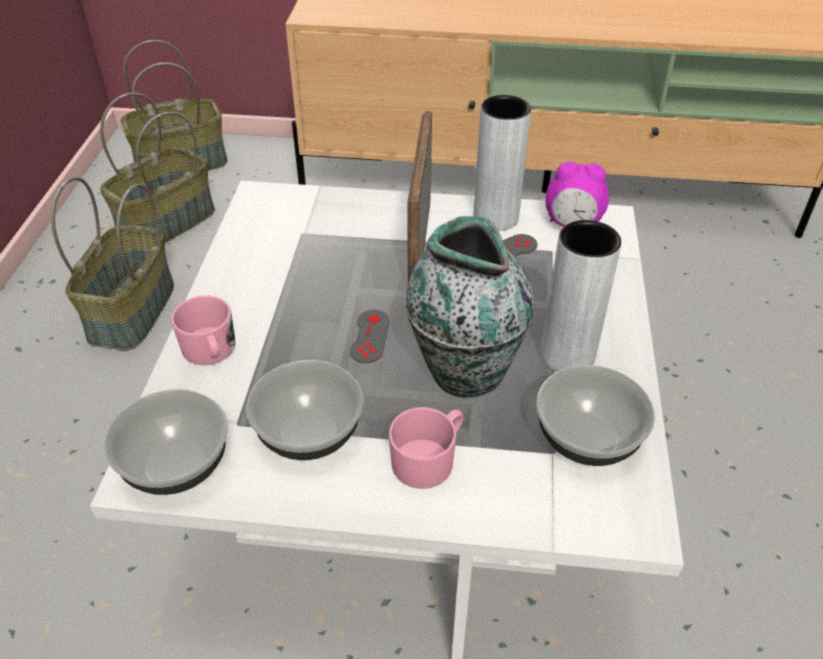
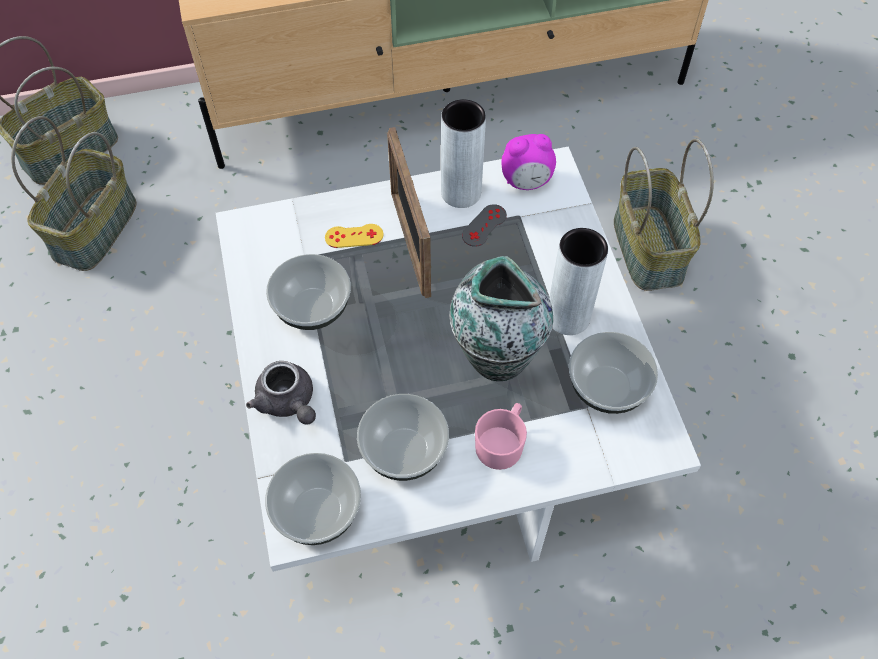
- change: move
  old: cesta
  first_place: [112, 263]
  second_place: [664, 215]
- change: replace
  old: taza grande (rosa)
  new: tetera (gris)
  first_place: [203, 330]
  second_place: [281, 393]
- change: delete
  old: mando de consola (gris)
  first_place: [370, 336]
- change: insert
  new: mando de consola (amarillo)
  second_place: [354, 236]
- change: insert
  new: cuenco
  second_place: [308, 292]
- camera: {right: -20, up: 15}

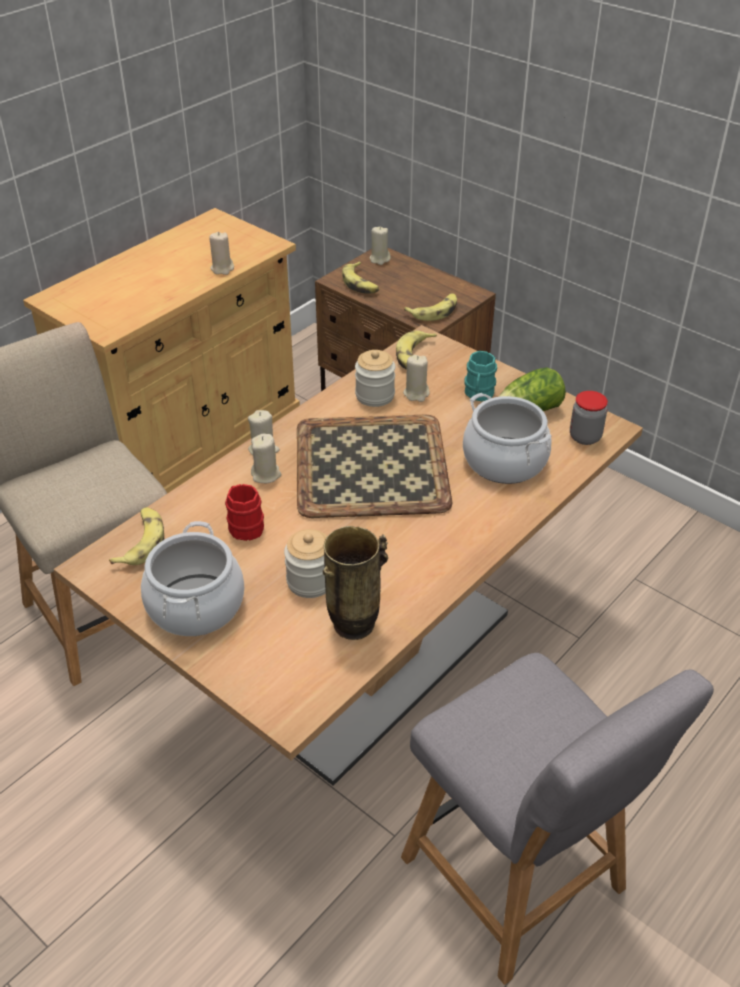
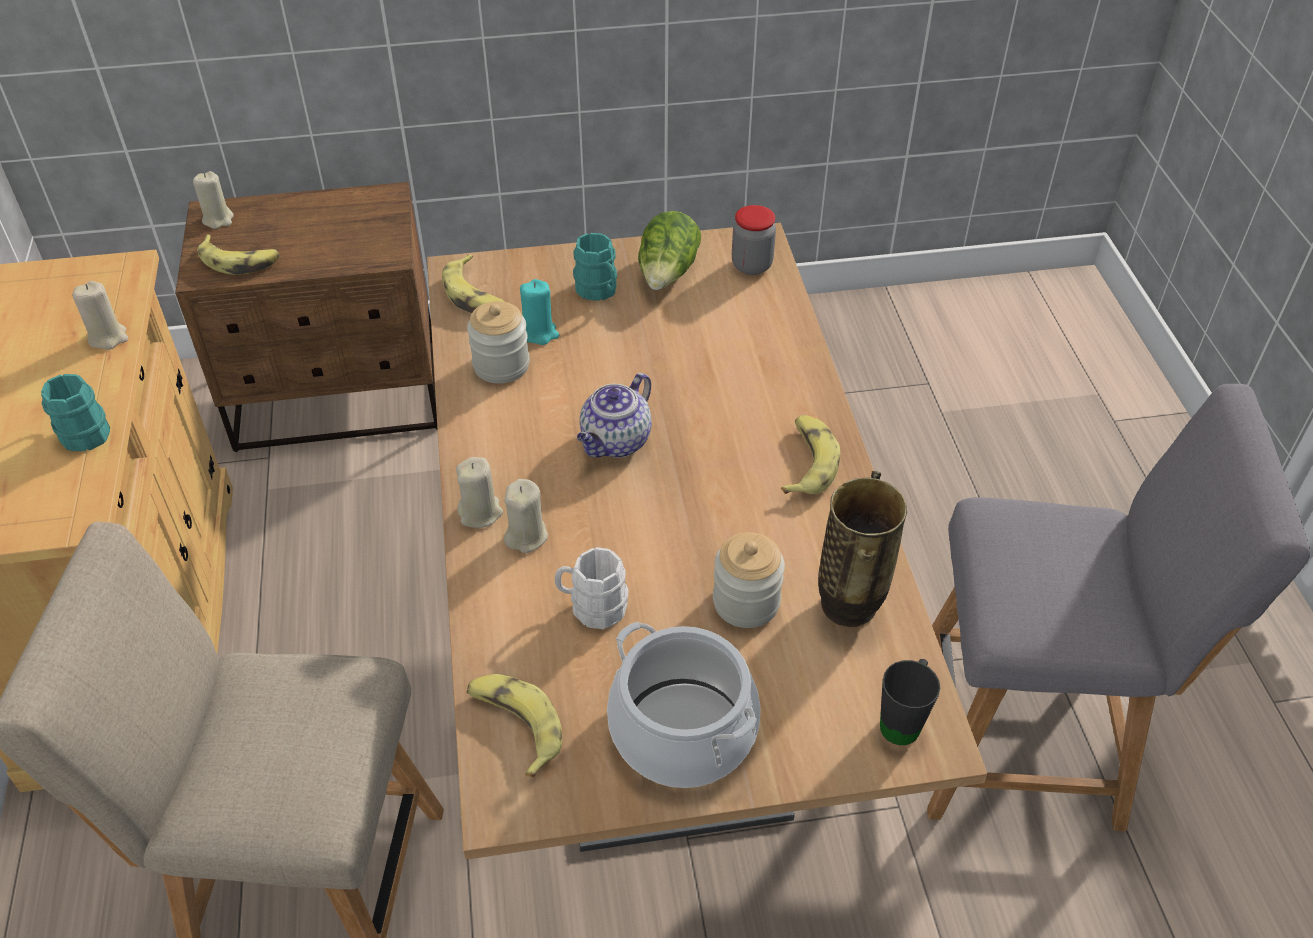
- change: move
  old: plátano
  first_place: [430, 307]
  second_place: [810, 454]
- change: recolor
  old: vela (beis)
  new: vela (turquesa)
  first_place: [416, 378]
  second_place: [539, 312]
- change: delete
  old: olla
  first_place: [507, 438]
- change: replace
  old: bandeja
  new: tetera
  first_place: [374, 466]
  second_place: [614, 415]
- change: recolor
  old: taza grande (rojo)
  new: taza grande (blanco)
  first_place: [244, 512]
  second_place: [592, 588]
- change: insert
  new: taza grande (turquesa)
  second_place: [75, 412]
- change: insert
  new: taza grande (negro)
  second_place: [910, 702]
- camera: {right: -50, up: 5}

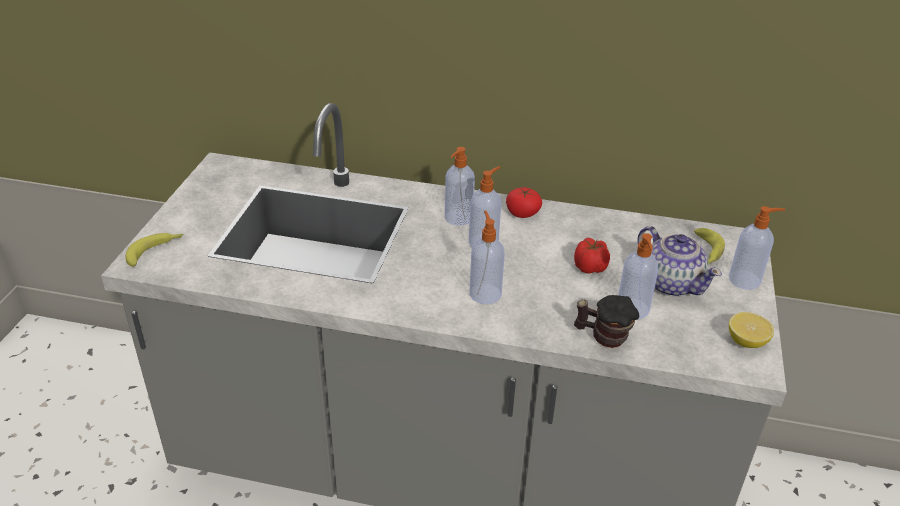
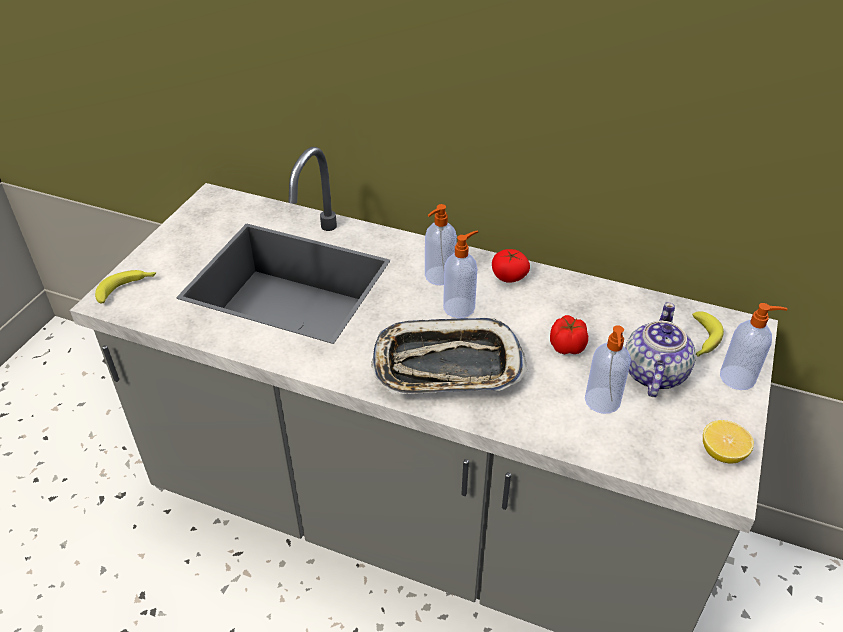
- change: replace
  old: dispensador de jabón
  new: bandeja
  first_place: [487, 257]
  second_place: [449, 356]
- change: rotate
  old: tetera
  first_place: [679, 261]
  second_place: [660, 349]
  degrees: -135
- change: delete
  old: taza grande
  first_place: [606, 321]
- camera: {right: 10, up: 5}

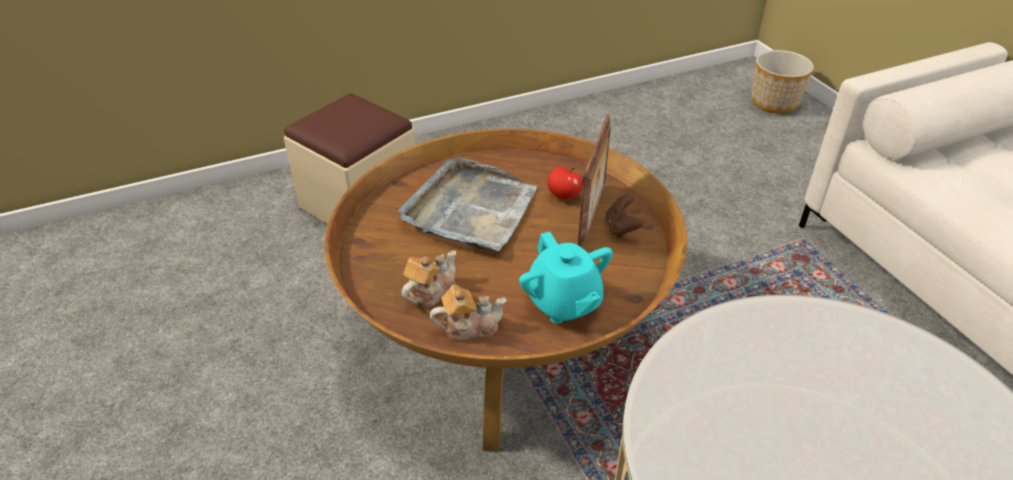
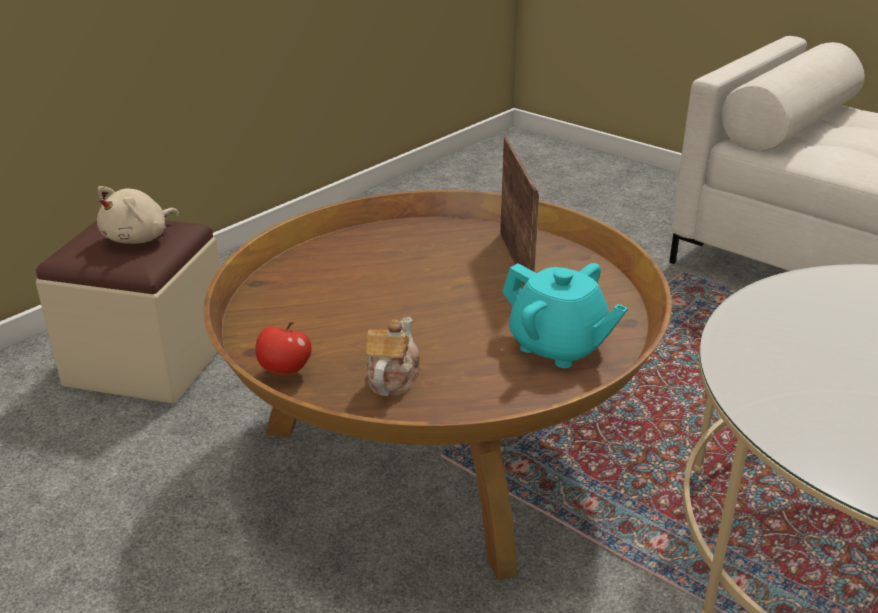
- change: delete
  old: maceta
  first_place: [782, 82]
- change: delete
  old: bandeja (gris)
  first_place: [467, 204]
- change: move
  old: manzana
  first_place: [565, 183]
  second_place: [284, 348]
- change: delete
  old: mando de consola (marrón)
  first_place: [624, 216]
- change: delete
  old: tetera
  first_place: [468, 313]
- change: insert
  new: peluche (beis)
  second_place: [138, 215]
- camera: {right: -25, up: -10}

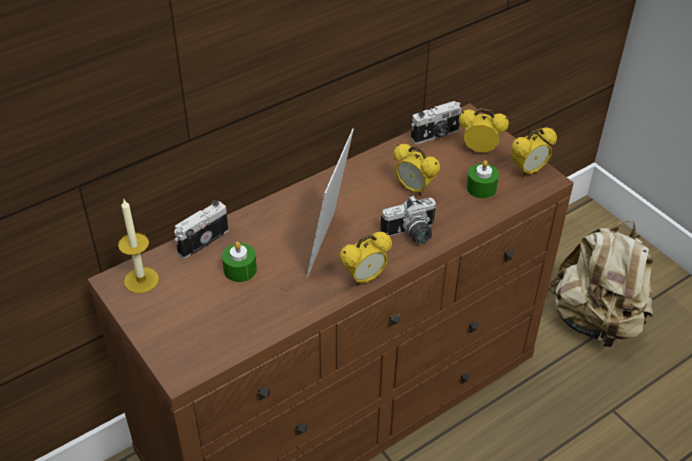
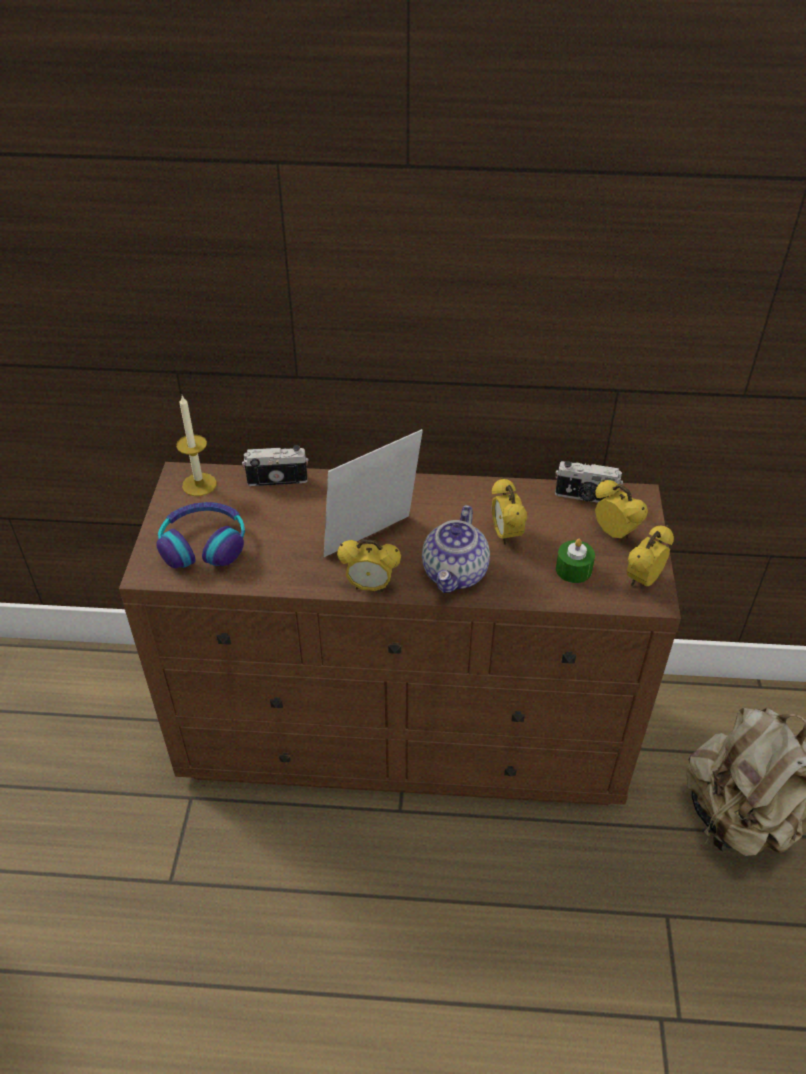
- change: rotate
  old: despertador
  first_place: [534, 152]
  second_place: [650, 555]
  degrees: 120
- change: replace
  old: cámara
  new: tetera
  first_place: [408, 220]
  second_place: [456, 549]
- change: delete
  old: vela (verde)
  first_place: [239, 262]
- change: insert
  new: auriculares
  second_place: [200, 535]
- camera: {right: 40, up: 0}

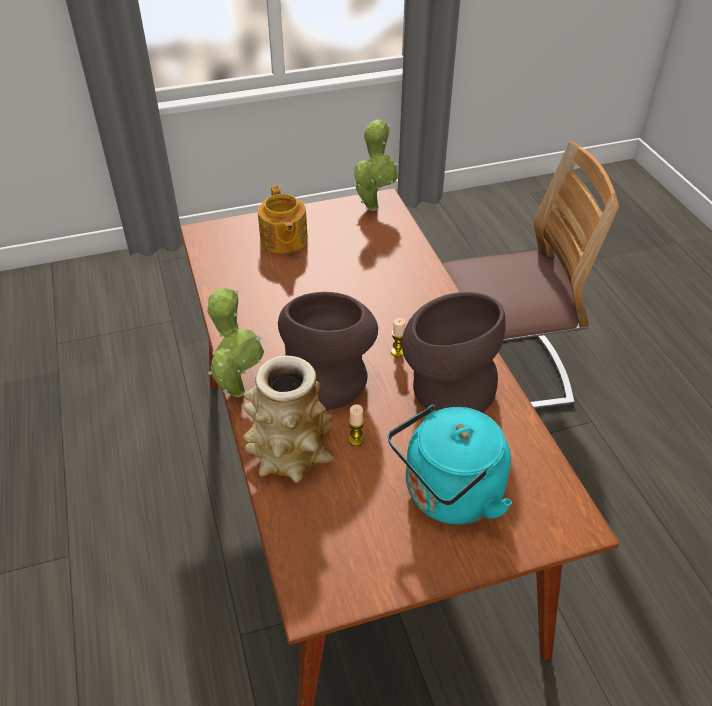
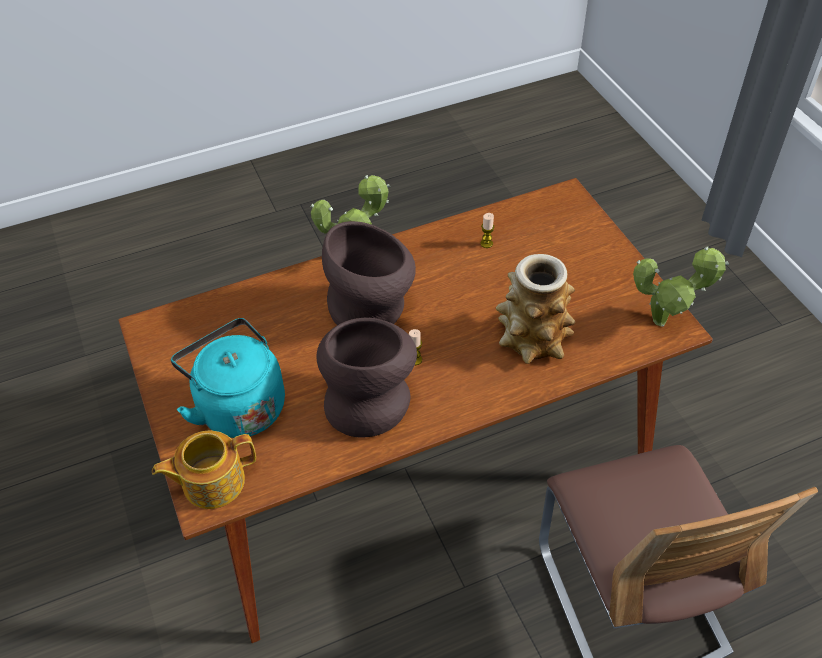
- change: move
  old: tetera
  first_place: [283, 219]
  second_place: [204, 470]
- change: move
  old: florero
  first_place: [288, 419]
  second_place: [535, 309]
- change: move
  old: vela
  first_place: [356, 425]
  second_place: [487, 230]
- camera: {right: 85, up: 5}

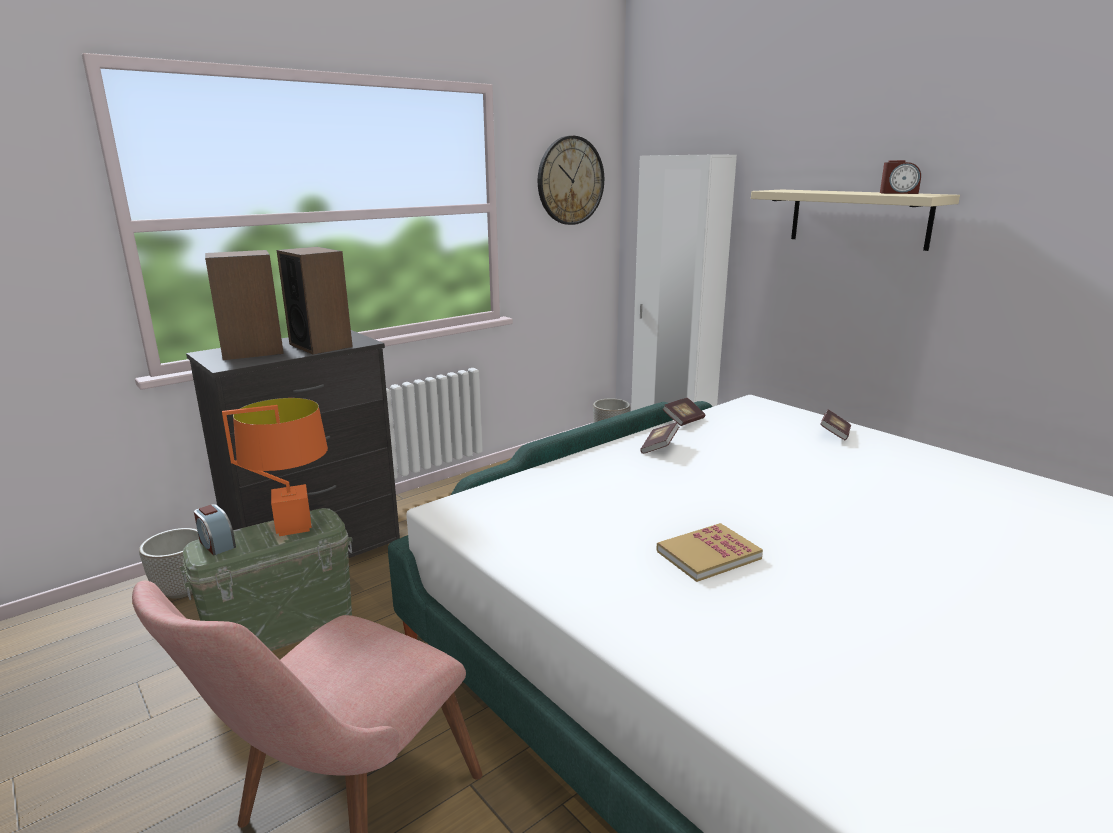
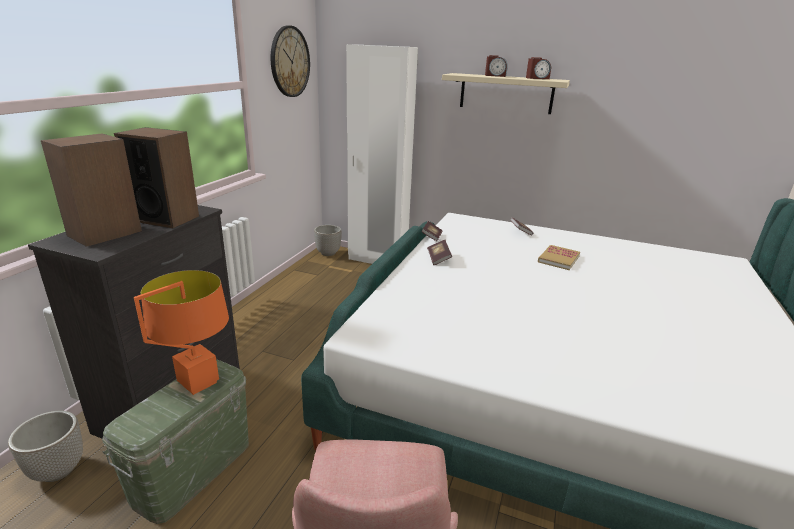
- change: move
  old: despertador
  first_place: [215, 529]
  second_place: [496, 66]
- change: move
  old: libro
  first_place: [709, 552]
  second_place: [559, 257]
- camera: {right: -30, up: 5}

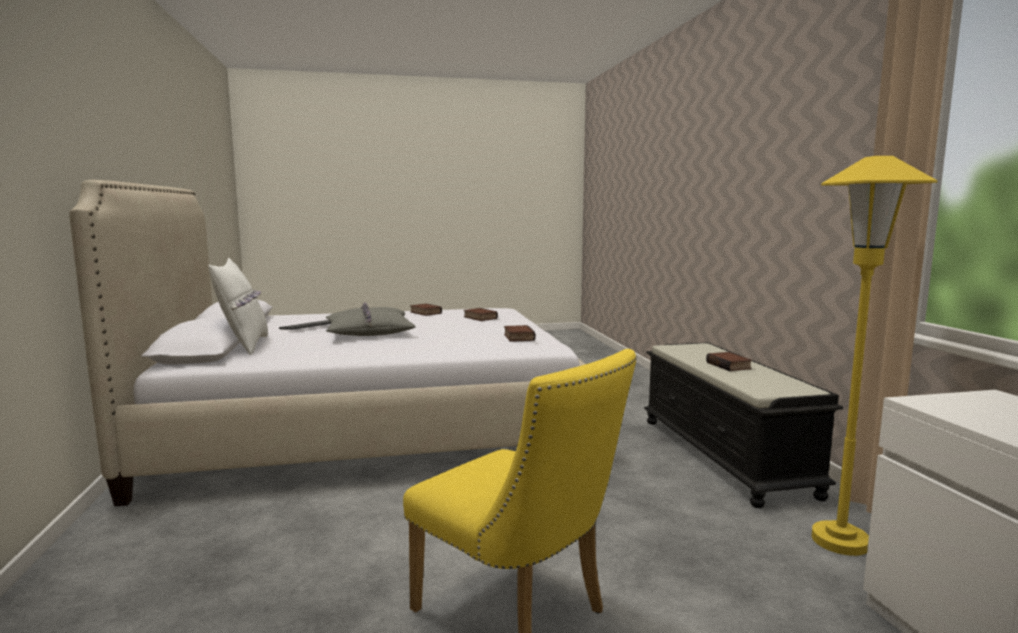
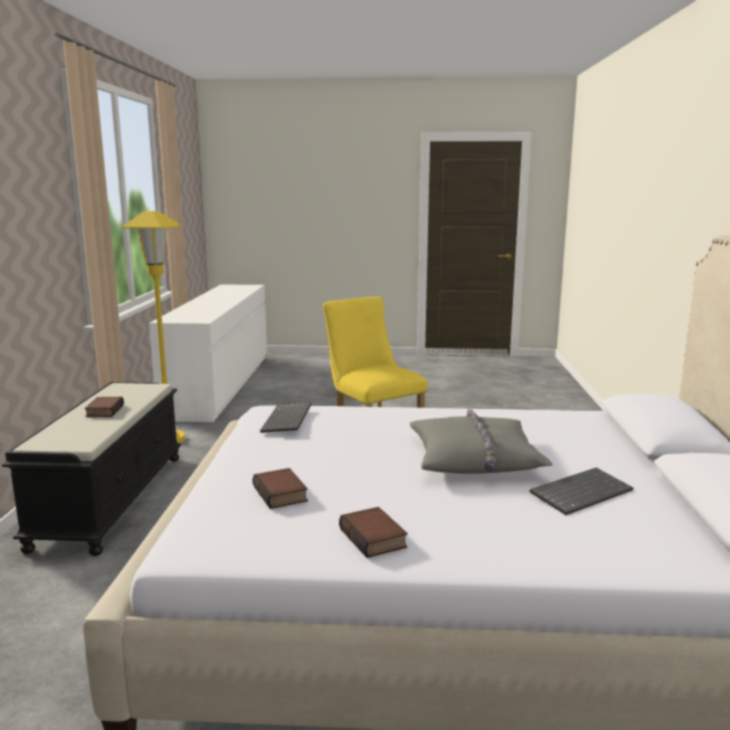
- change: delete
  old: cojín (blanco)
  first_place: [238, 306]
- change: replace
  old: libro
  new: teclado
  first_place: [520, 333]
  second_place: [285, 418]
- camera: {right: -165, up: 5}

